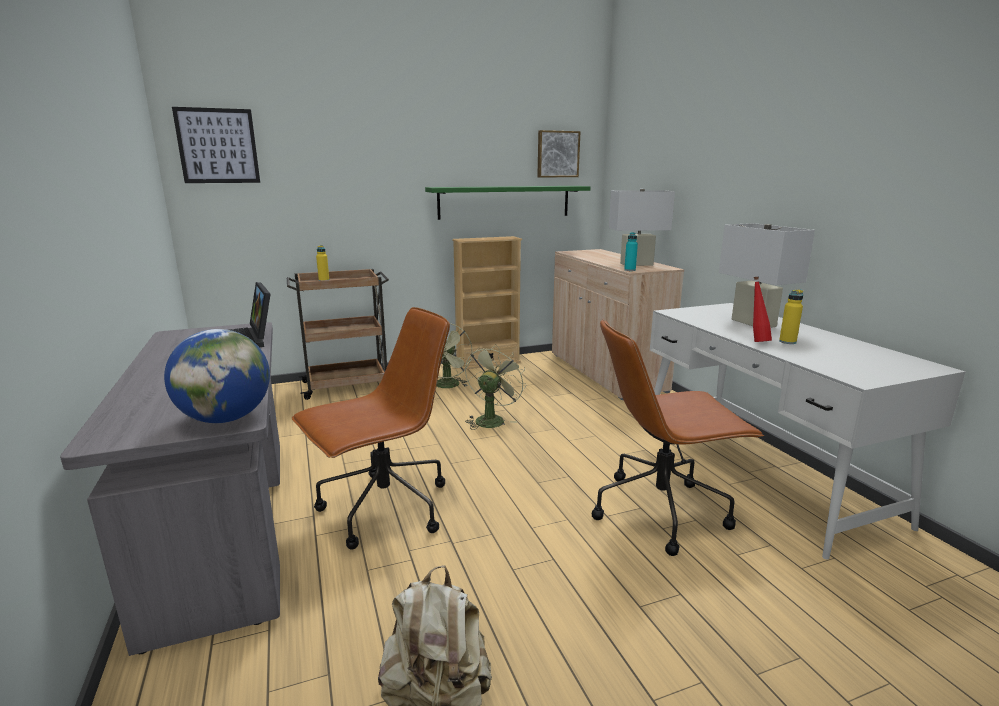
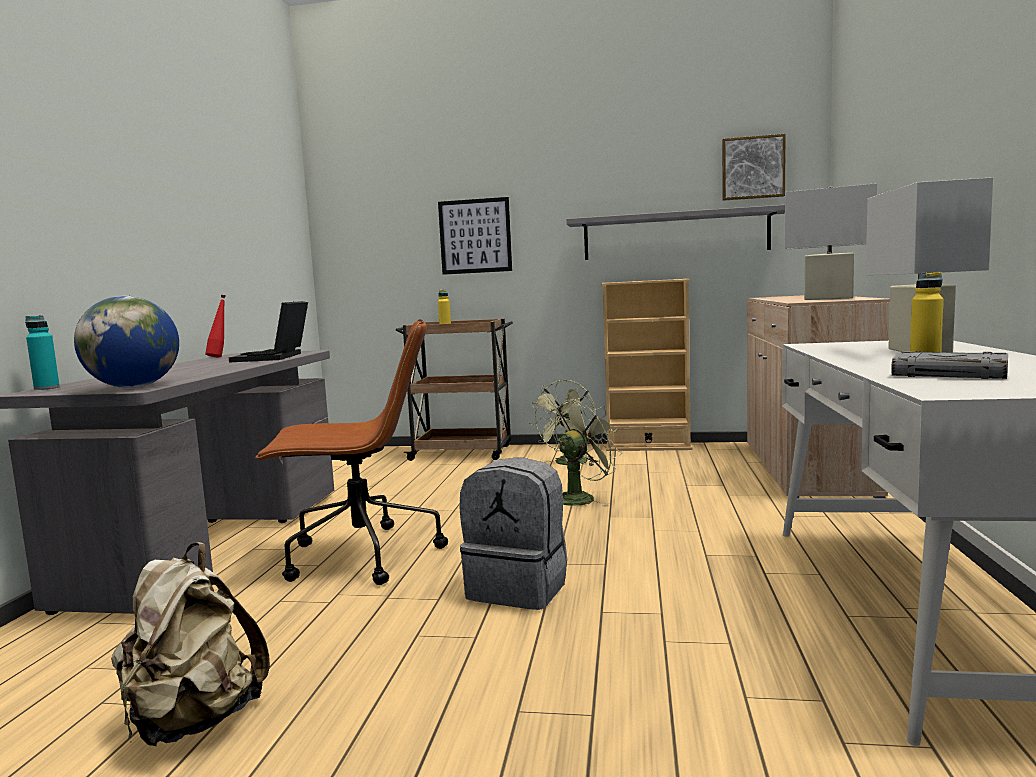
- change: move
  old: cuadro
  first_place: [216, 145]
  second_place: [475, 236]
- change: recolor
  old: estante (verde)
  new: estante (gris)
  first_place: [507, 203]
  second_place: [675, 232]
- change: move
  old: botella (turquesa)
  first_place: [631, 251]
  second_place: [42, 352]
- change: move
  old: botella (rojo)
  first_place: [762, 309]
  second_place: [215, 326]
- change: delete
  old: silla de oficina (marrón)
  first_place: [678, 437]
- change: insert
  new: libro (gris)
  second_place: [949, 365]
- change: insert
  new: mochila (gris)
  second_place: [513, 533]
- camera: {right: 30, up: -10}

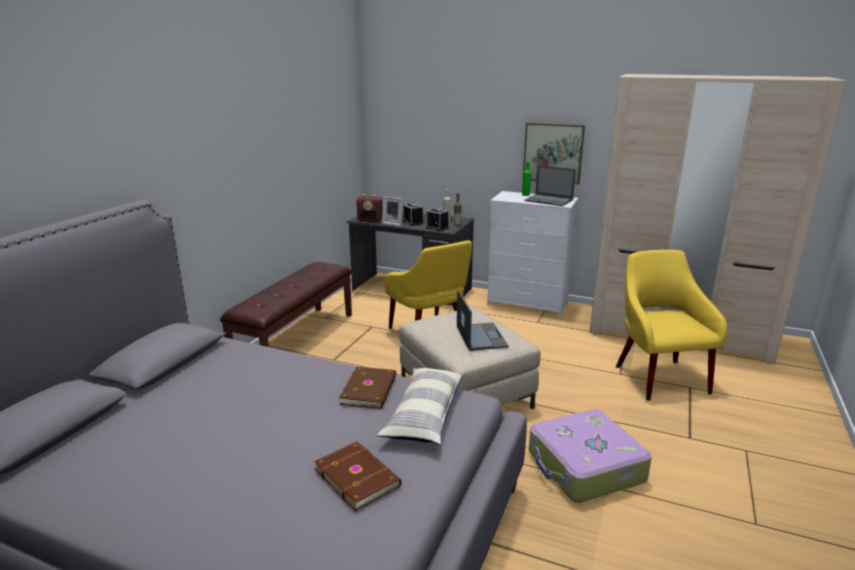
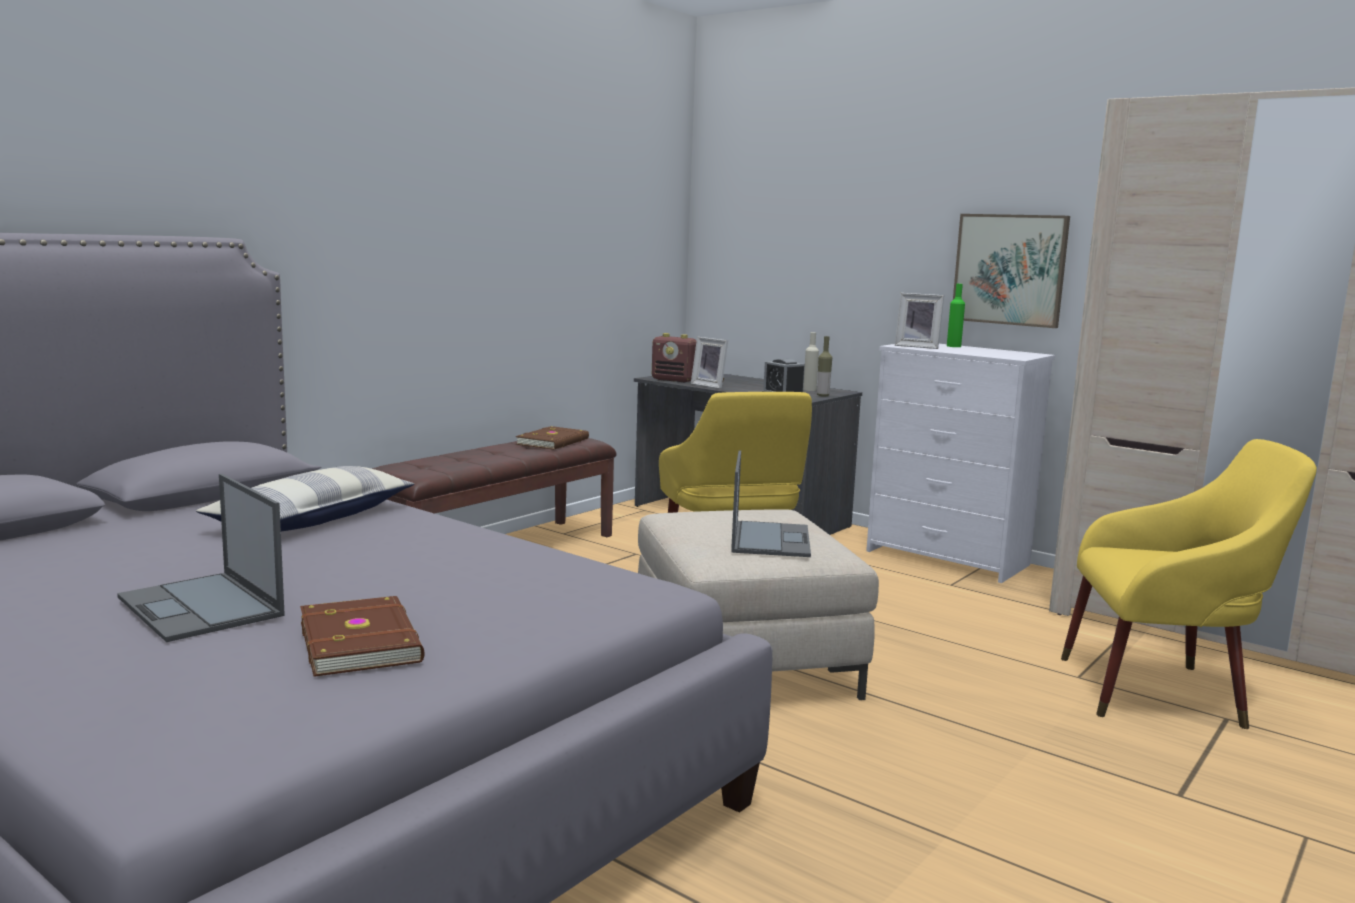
- change: move
  old: portátil
  first_place: [550, 186]
  second_place: [201, 558]
- change: delete
  old: despertador
  first_place: [413, 214]
- change: rotate
  old: sillón (amarillo)
  first_place: [671, 325]
  second_place: [1189, 584]
  degrees: 90
- change: move
  old: libro (marrón)
  first_place: [367, 388]
  second_place: [552, 438]
- change: move
  old: cojín
  first_place: [420, 406]
  second_place: [305, 499]
- change: delete
  old: maleta
  first_place: [590, 456]
- change: insert
  new: portarretratos
  second_place: [919, 321]
- camera: {right: 15, up: -10}

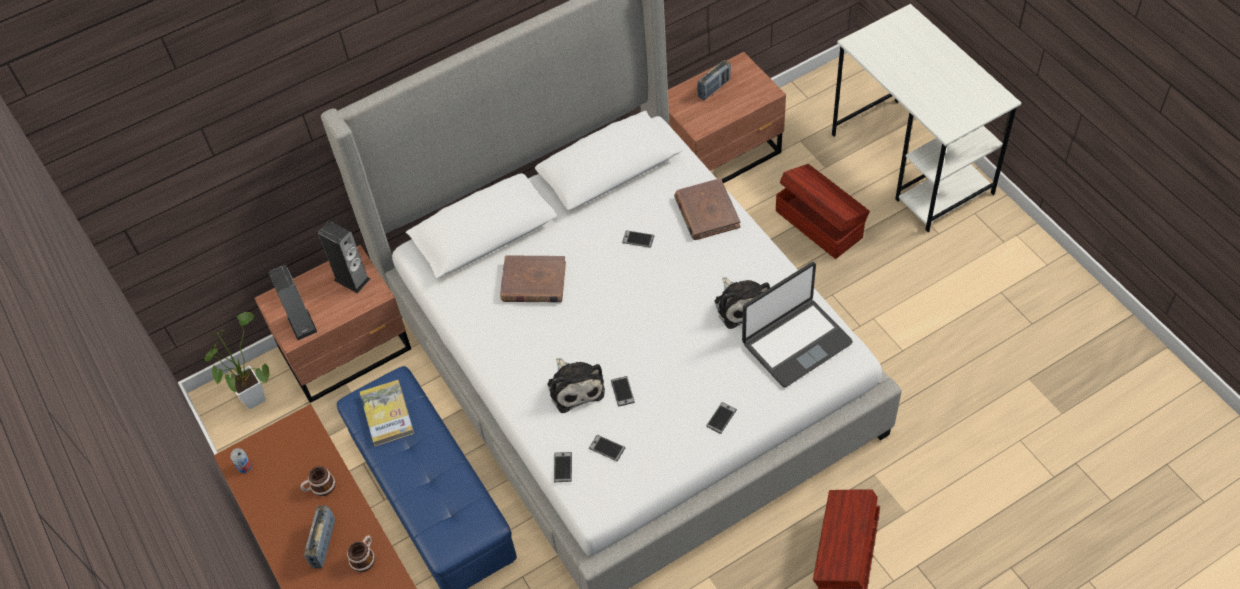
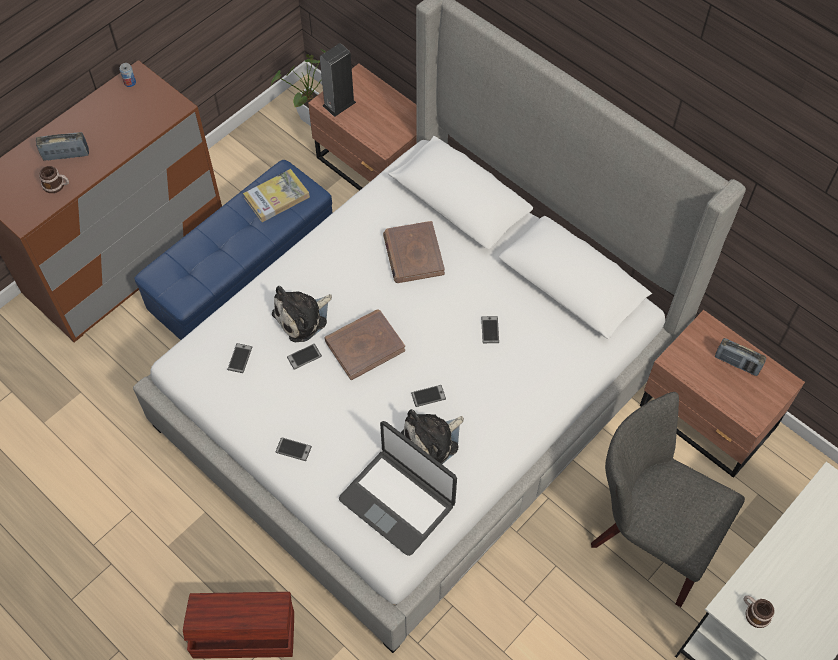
- change: replace
  old: caja de almacenaje (marrón)
  new: silla (gris)
  first_place: [823, 211]
  second_place: [668, 499]
- change: move
  old: libro (marrón)
  first_place: [707, 209]
  second_place: [364, 344]
- change: delete
  old: altavoz
  first_place: [344, 257]
- change: move
  old: móvil
  first_place: [563, 467]
  second_place: [428, 396]
- change: move
  old: taza grande
  first_place: [318, 481]
  second_place: [759, 611]
- camera: {right: 70, up: 5}

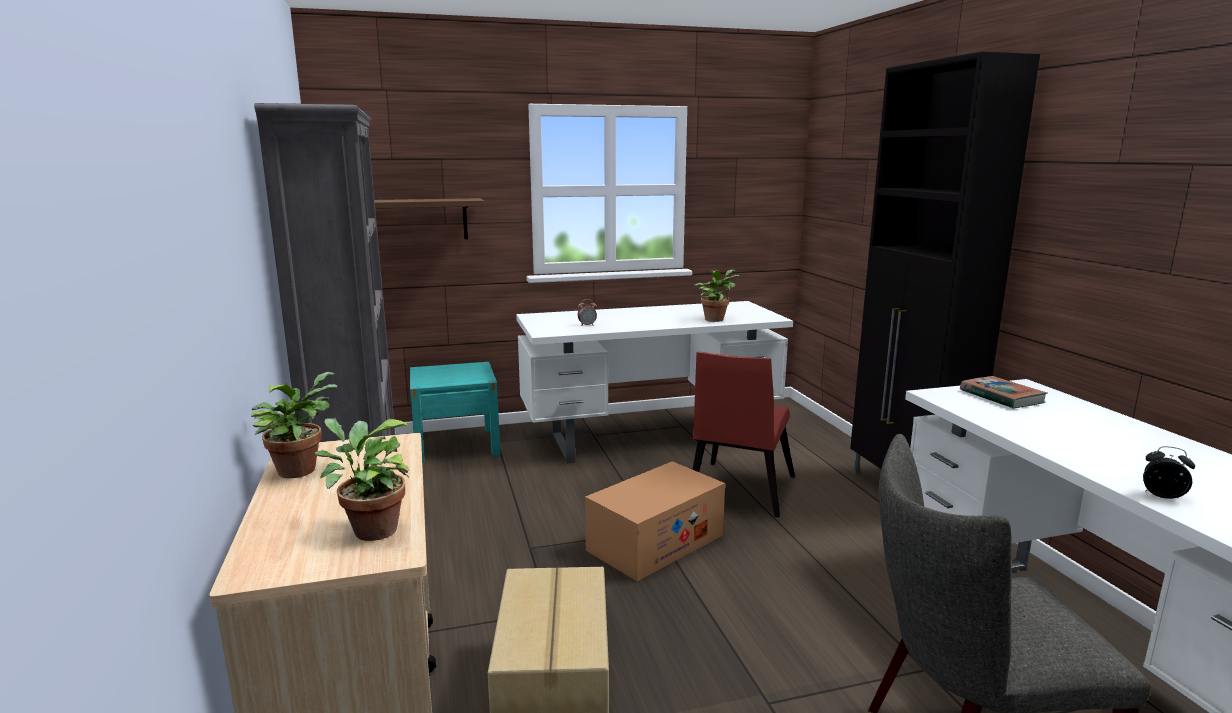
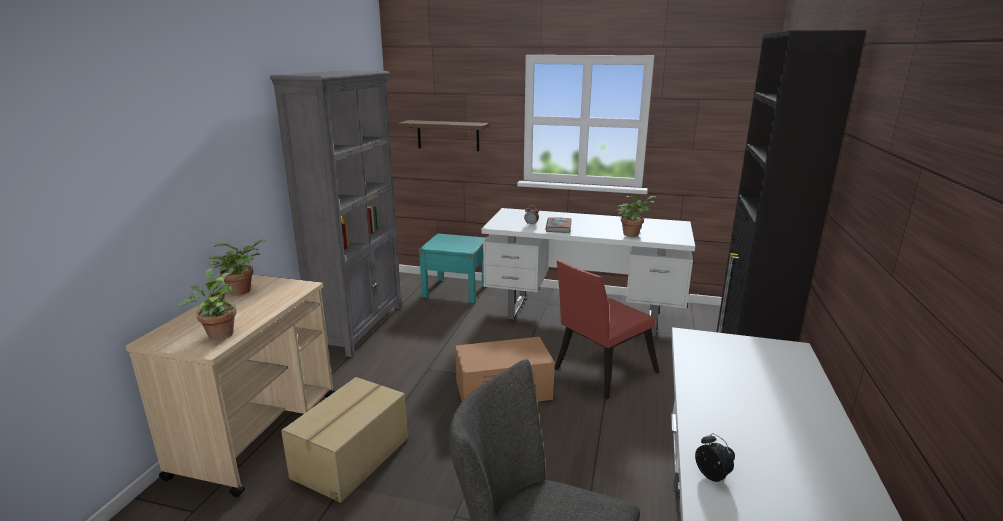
- change: move
  old: libro
  first_place: [1004, 392]
  second_place: [558, 225]
- camera: {right: 30, up: 5}

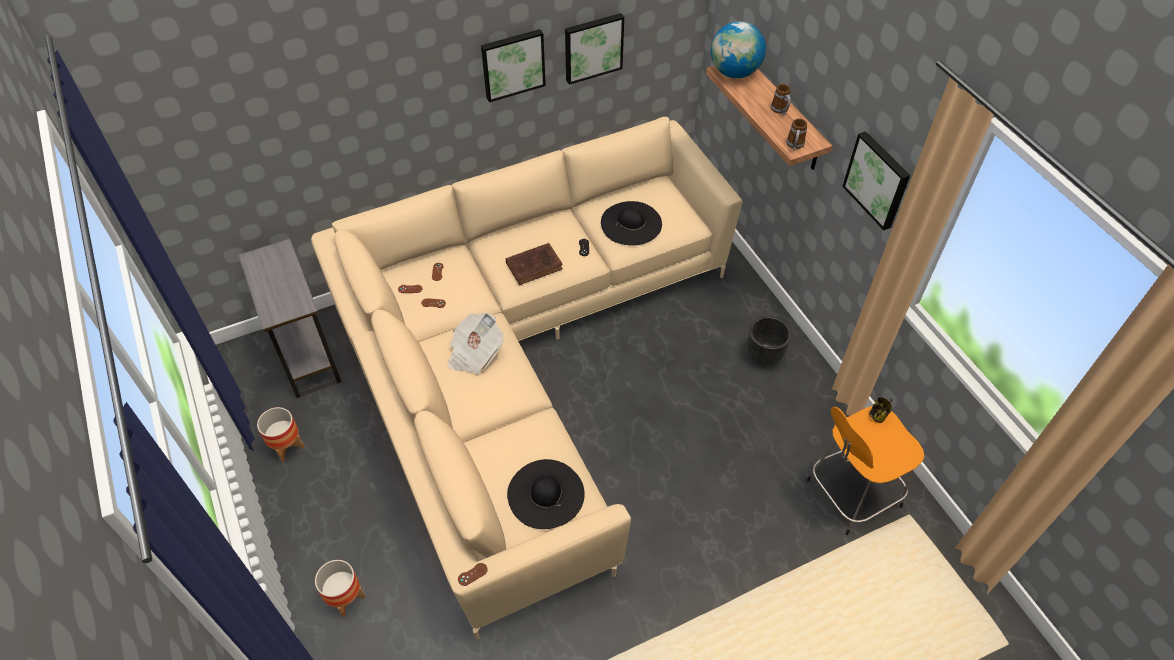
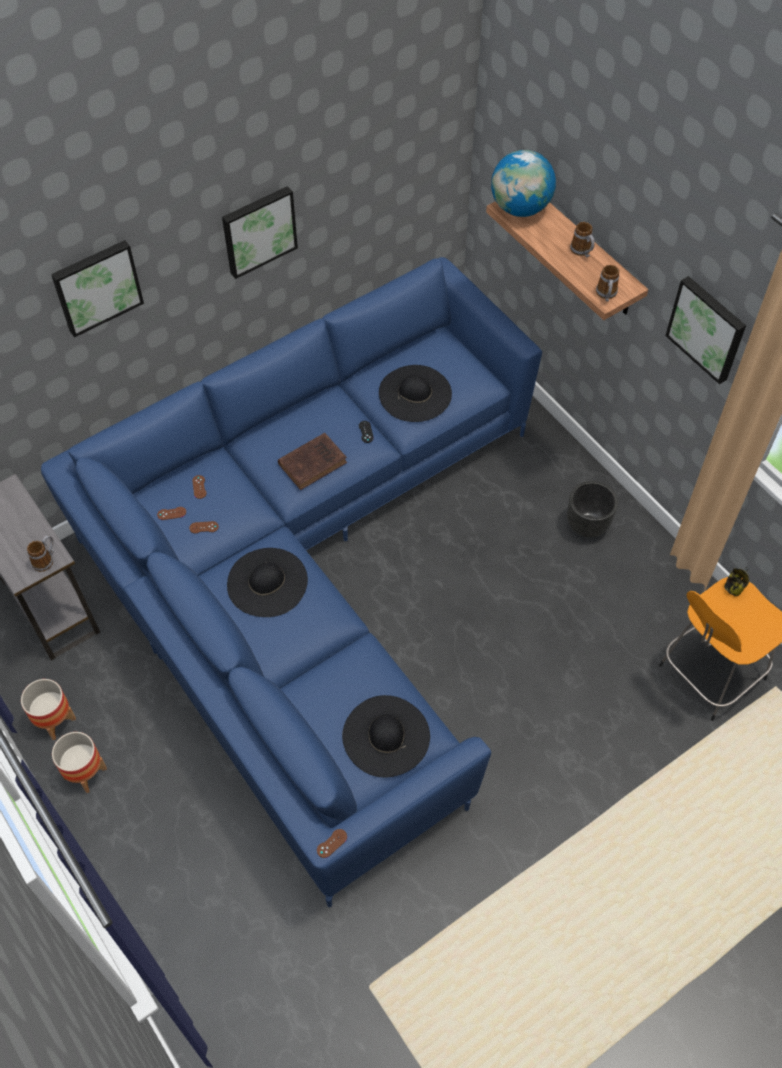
- change: move
  old: cuadro
  first_place: [594, 49]
  second_place: [97, 288]
- change: recolor
  old: sofá (beis)
  new: sofá (azul)
  first_place: [526, 378]
  second_place: [291, 582]
- change: replace
  old: periódico
  new: sombrero (negro)
  first_place: [475, 344]
  second_place: [267, 582]
- change: move
  old: maceta
  first_place: [340, 588]
  second_place: [79, 762]
- change: insert
  new: taza grande
  second_place: [40, 553]
- camera: {right: -10, up: 5}

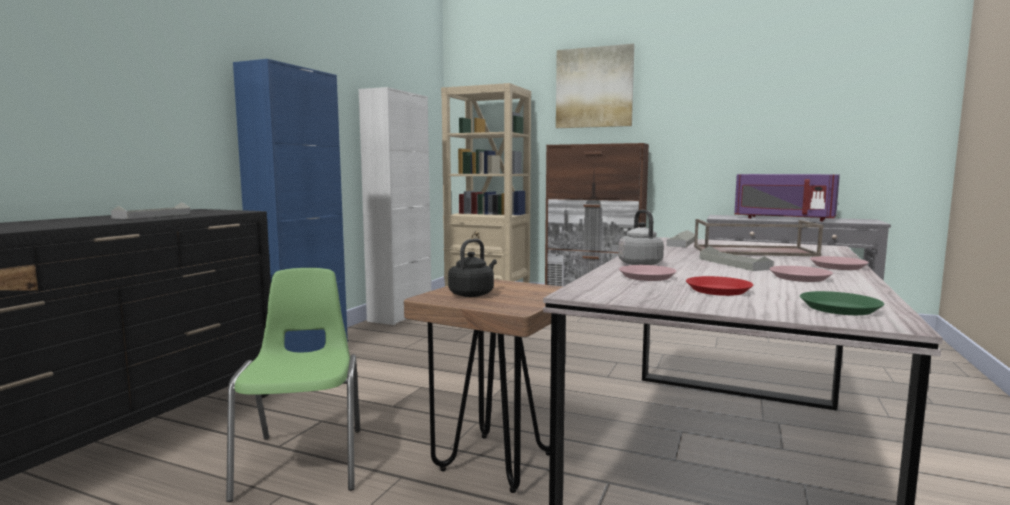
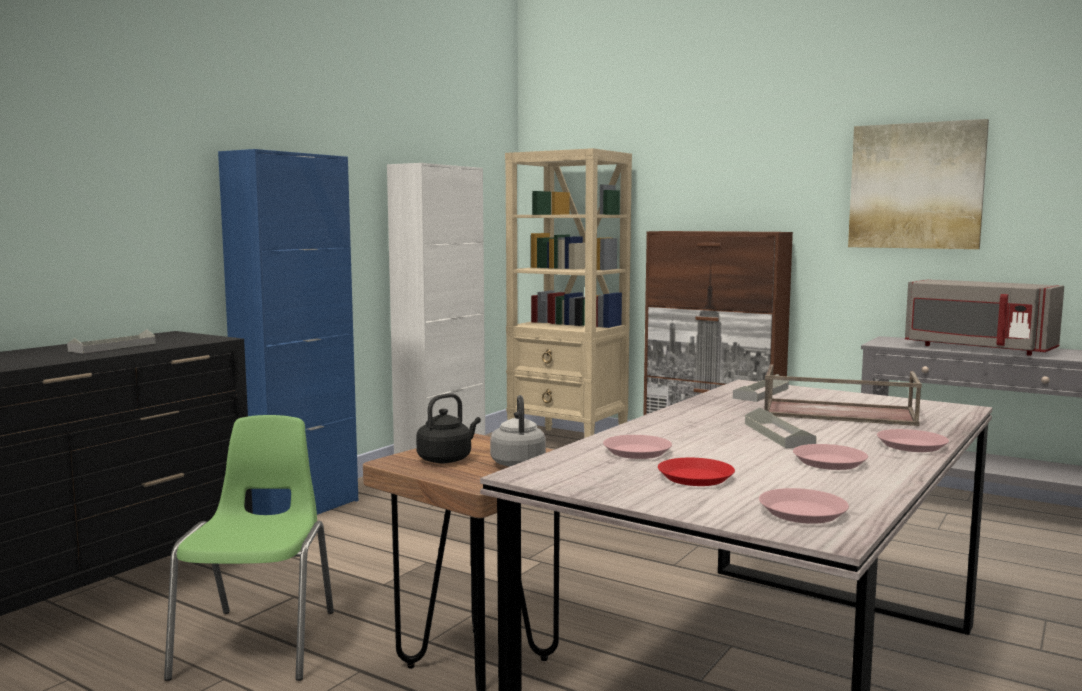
- change: move
  old: cuadro
  first_place: [595, 86]
  second_place: [918, 184]
- change: recolor
  old: microondas (morado)
  new: microondas (gris)
  first_place: [787, 197]
  second_place: [984, 317]
- change: move
  old: hervidor (gris)
  first_place: [641, 237]
  second_place: [518, 431]
- change: recolor
  old: plato (verde)
  new: plato (rosa)
  first_place: [842, 303]
  second_place: [804, 506]
- camera: {right: 10, up: 0}

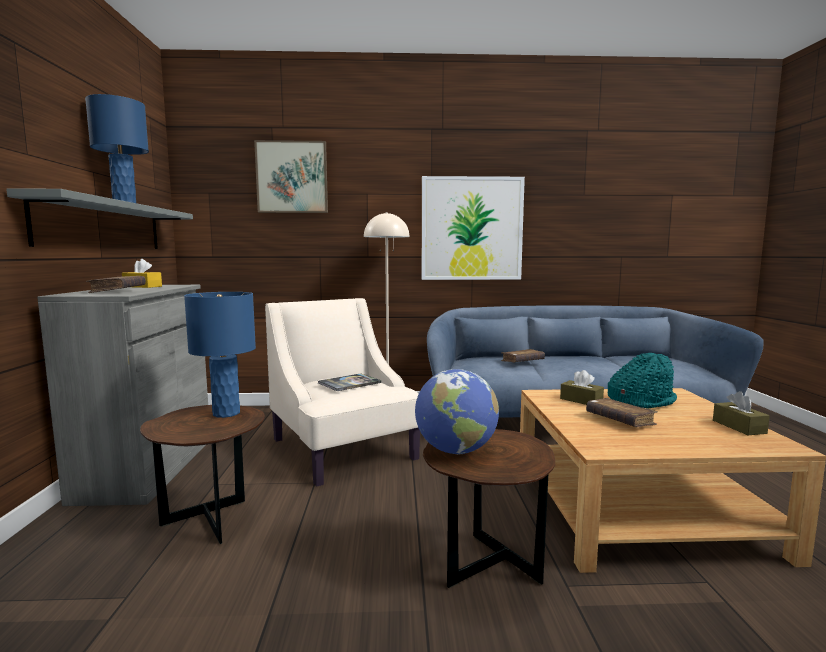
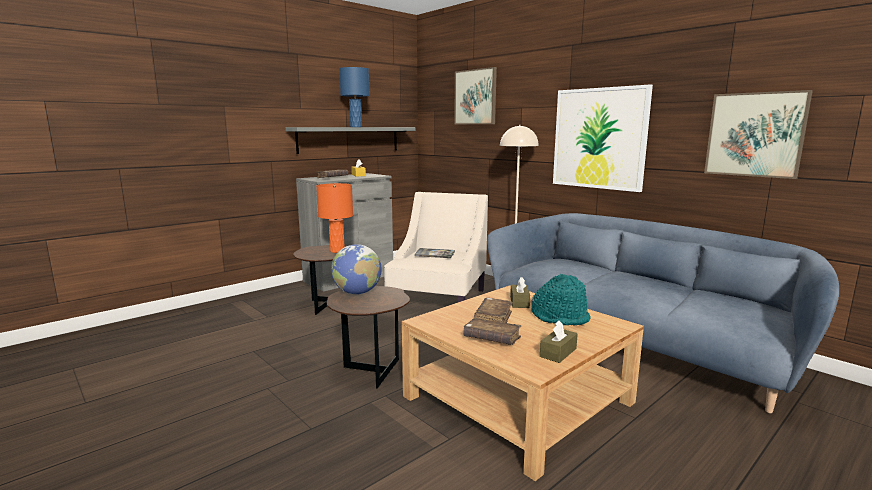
- change: recolor
  old: lámpara de mesa (azul)
  new: lámpara de mesa (naranja)
  first_place: [220, 355]
  second_place: [334, 218]
- change: move
  old: libro (marrón)
  first_place: [523, 355]
  second_place: [492, 331]
- change: insert
  new: cuadro
  second_place: [758, 134]
- camera: {right: 50, up: 5}

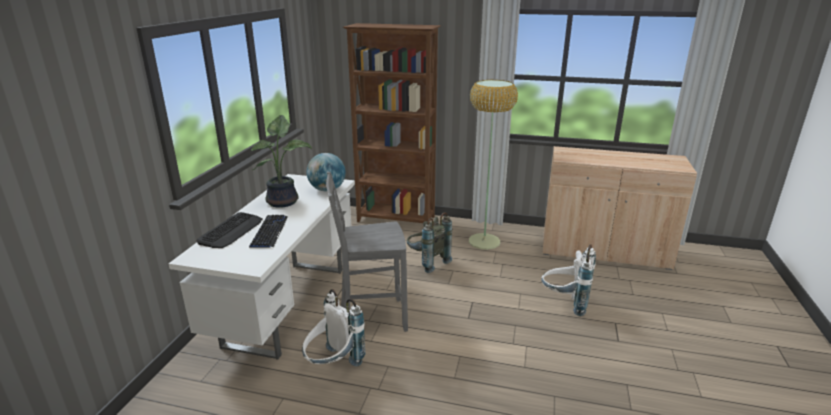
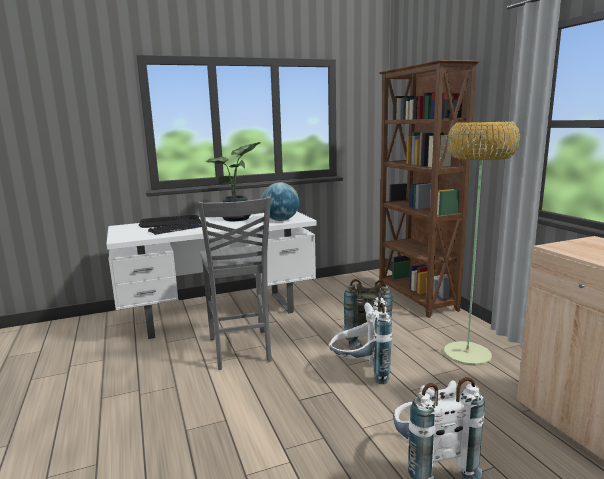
- change: rotate
  old: silla (gris)
  first_place: [367, 252]
  second_place: [235, 283]
  degrees: -150
- change: move
  old: mochila (blanco)
  first_place: [333, 327]
  second_place: [360, 338]
- camera: {right: 55, up: -10}

